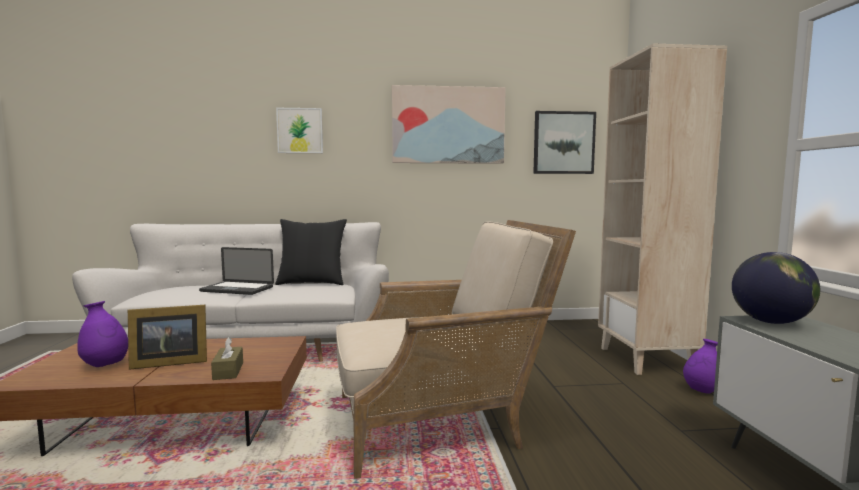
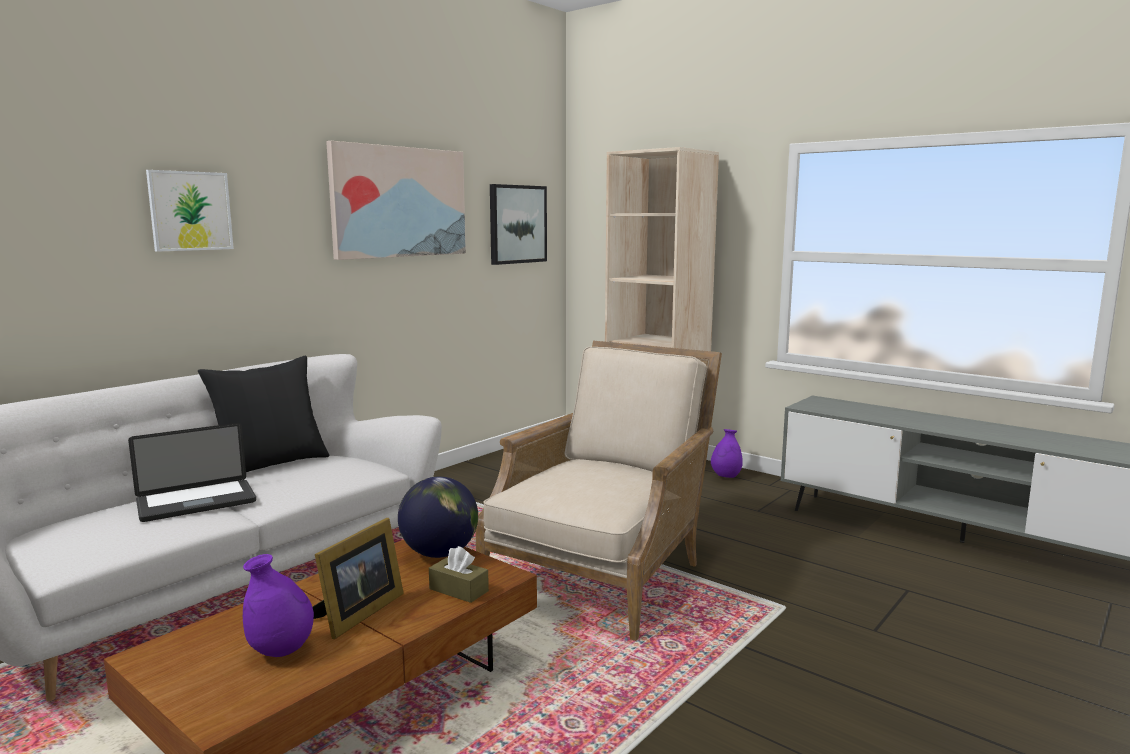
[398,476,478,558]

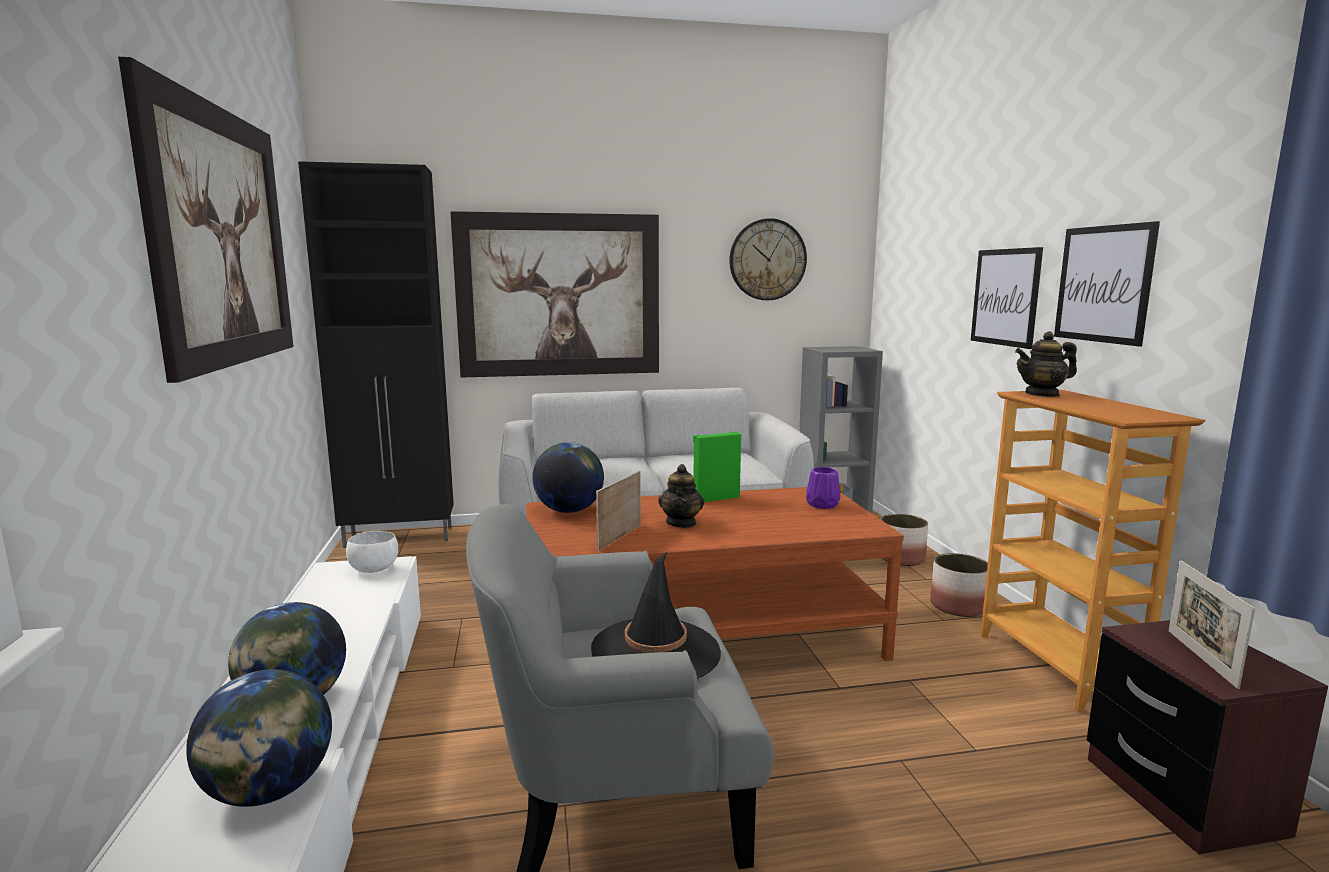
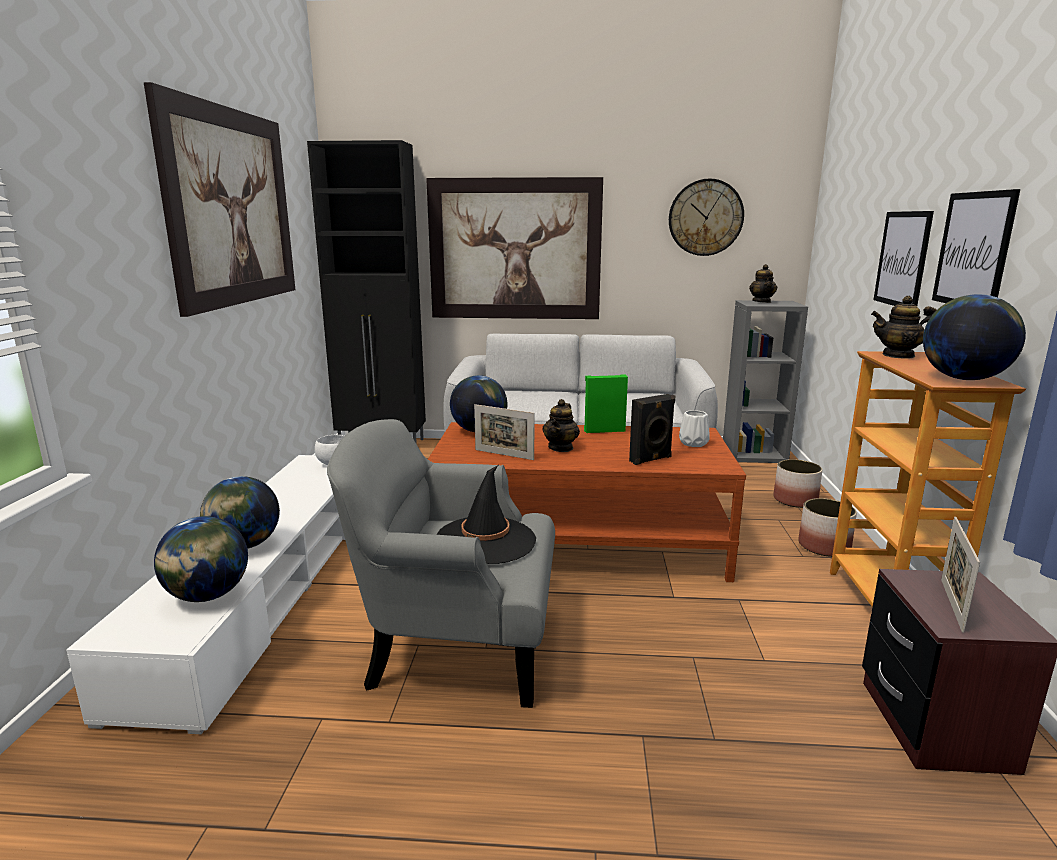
[629,394,675,465]
[749,264,777,303]
[923,294,1026,380]
[679,410,710,447]
[474,404,534,460]

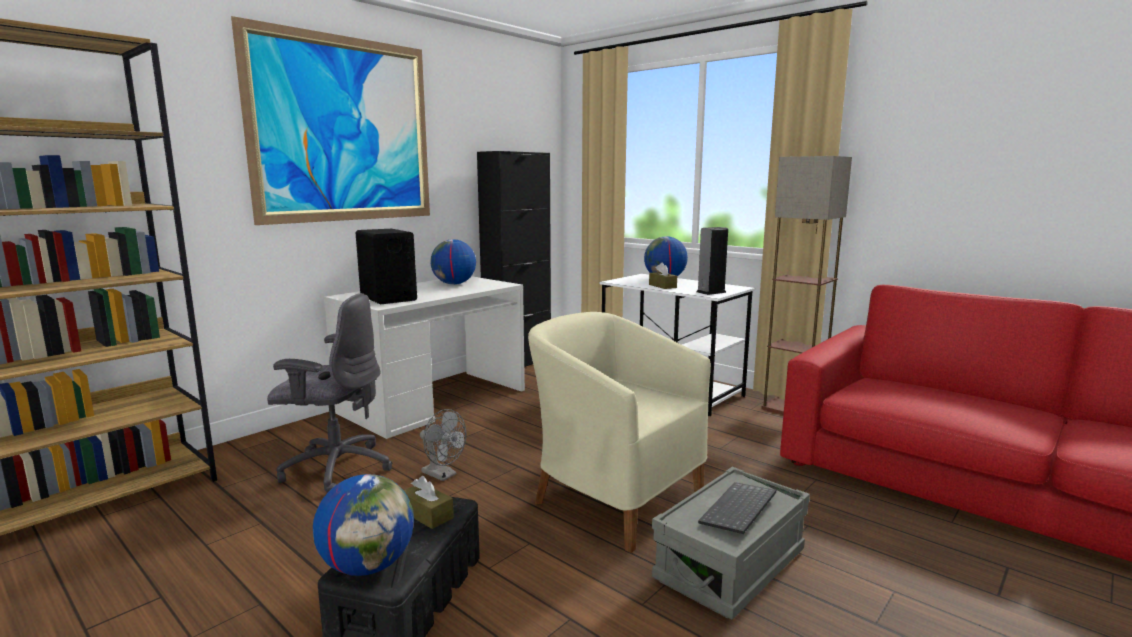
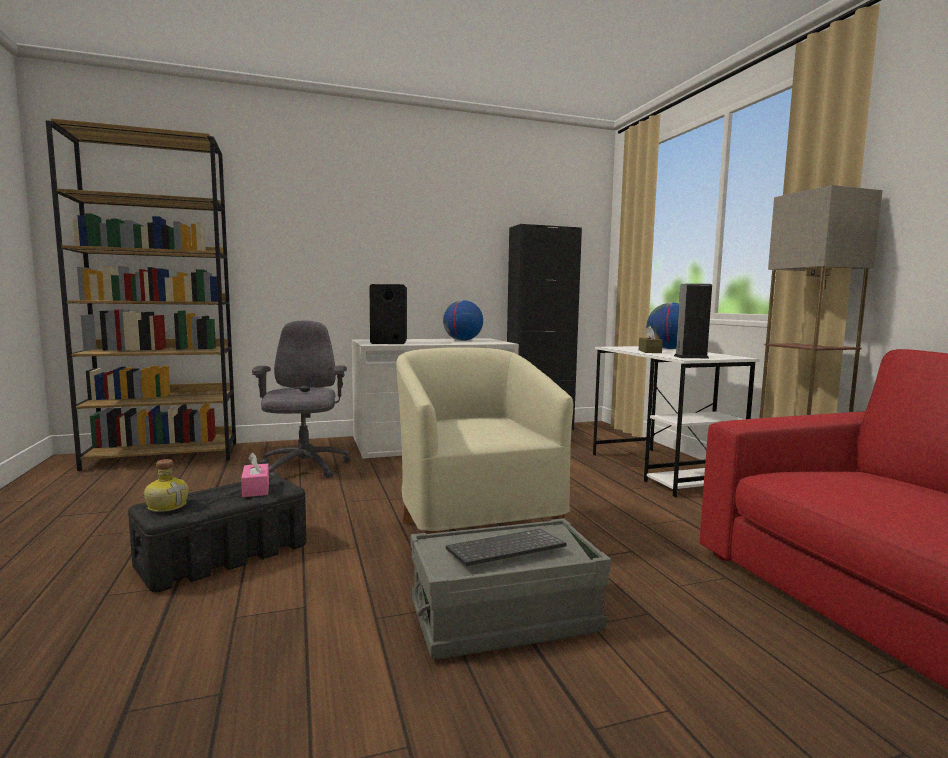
[231,16,430,225] (first image)
[420,409,466,481] (first image)
[144,459,188,512]
[241,452,269,497]
[252,321,350,478]

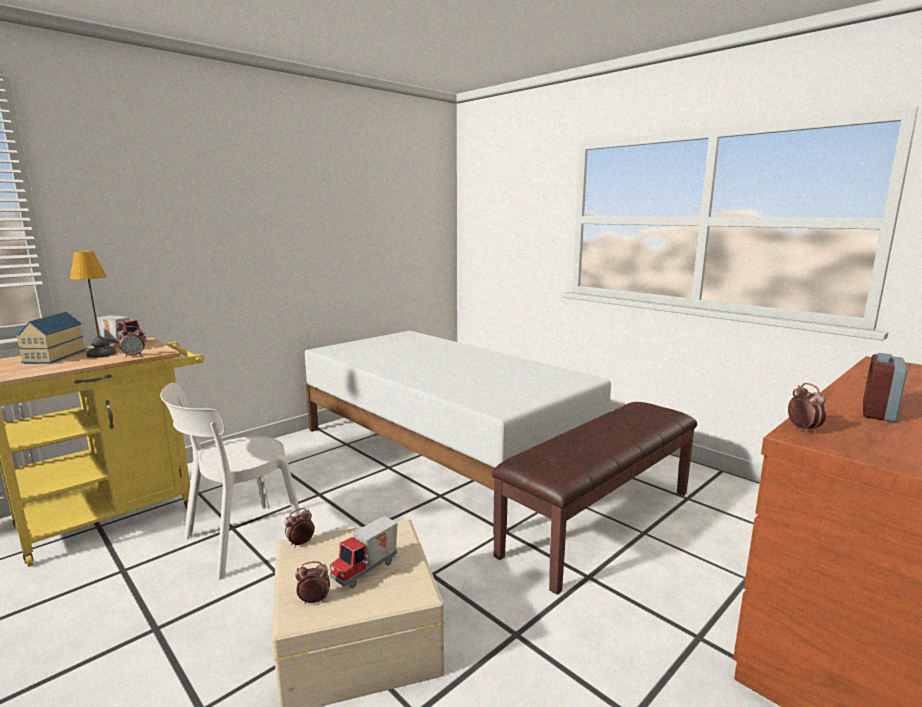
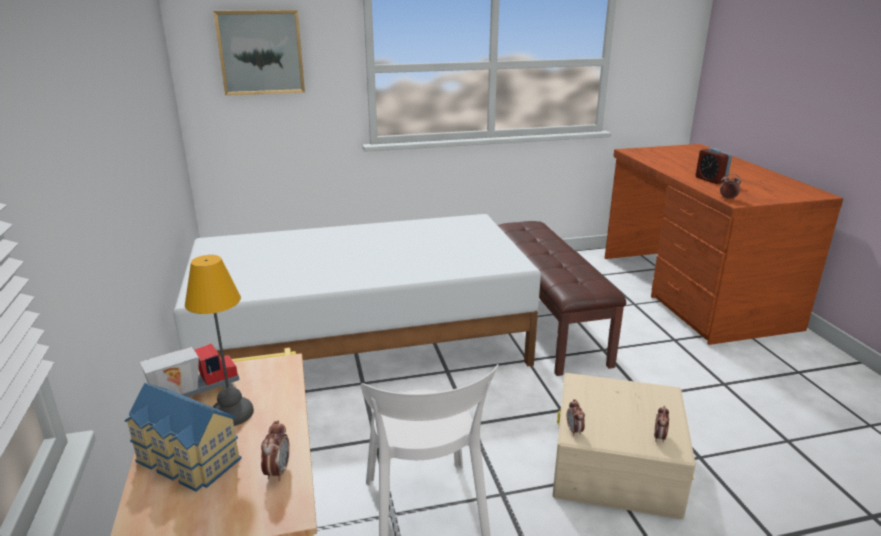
[330,516,398,589] (first image)
[214,10,305,96]
[261,421,290,481]

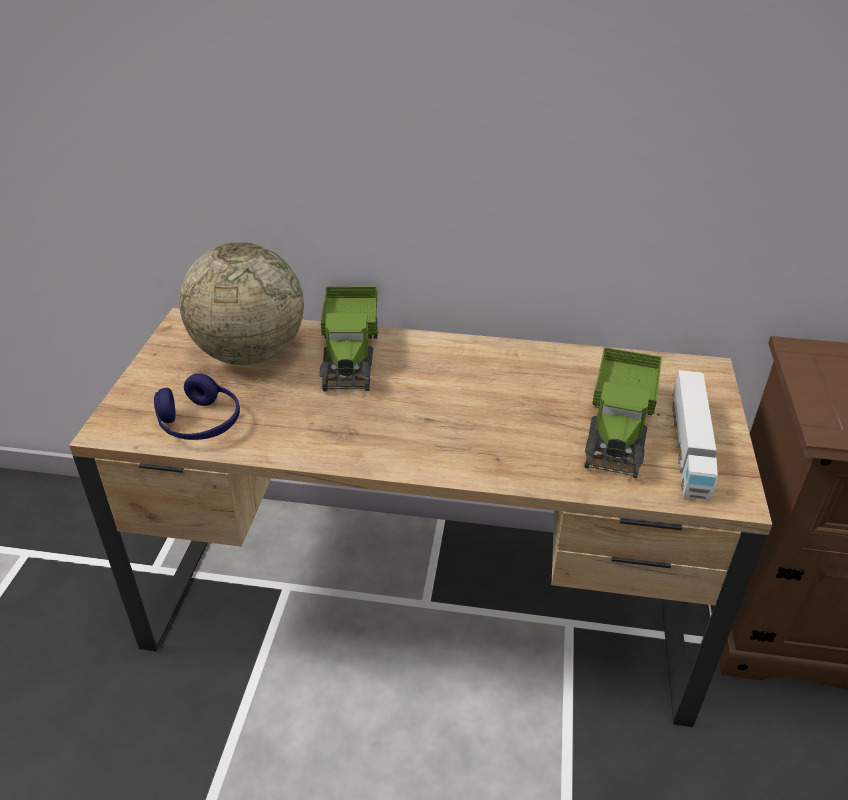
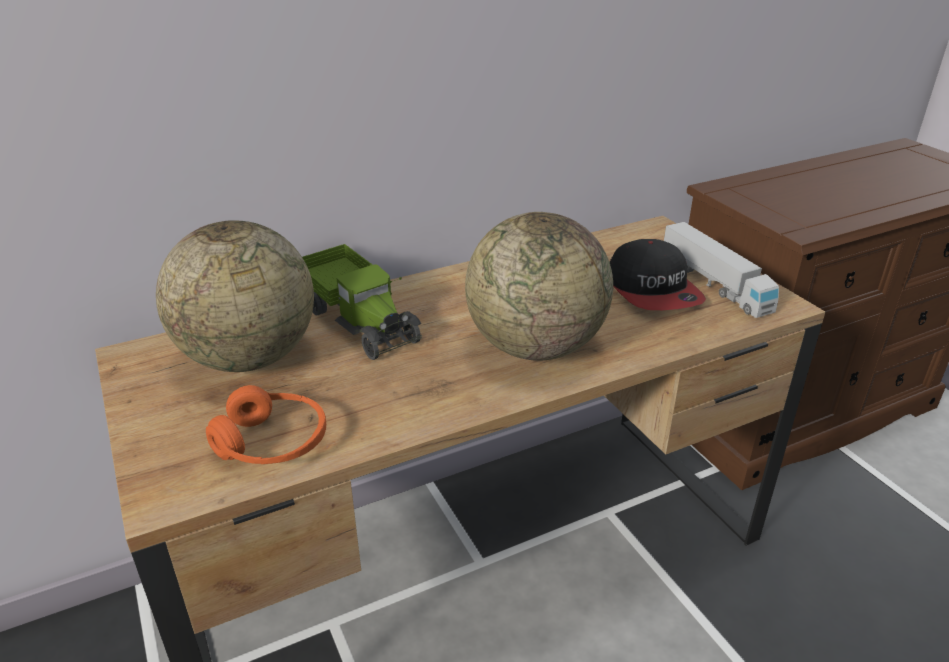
[465,212,613,361]
[610,239,706,310]
[206,385,326,464]

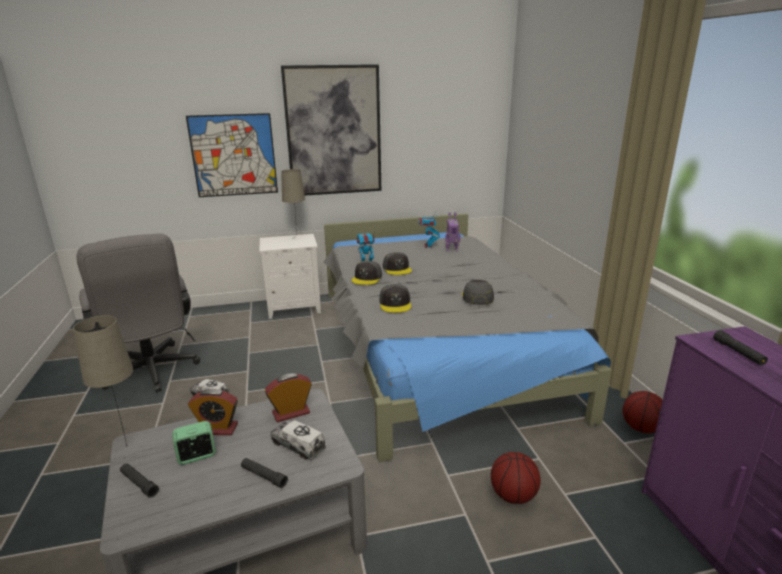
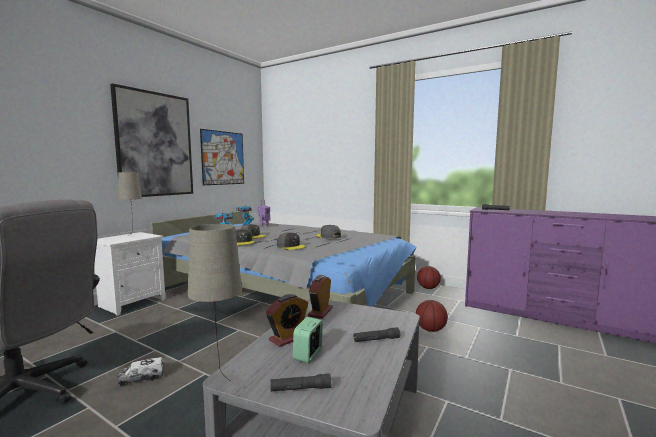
[271,420,326,460] (first image)
[200,129,244,185]

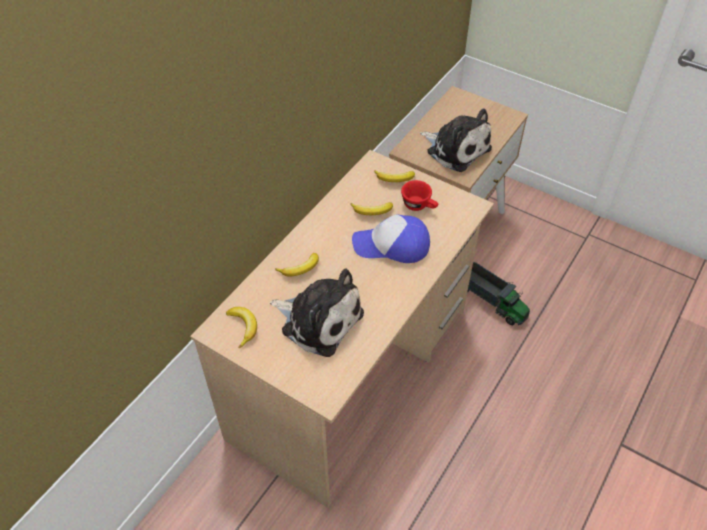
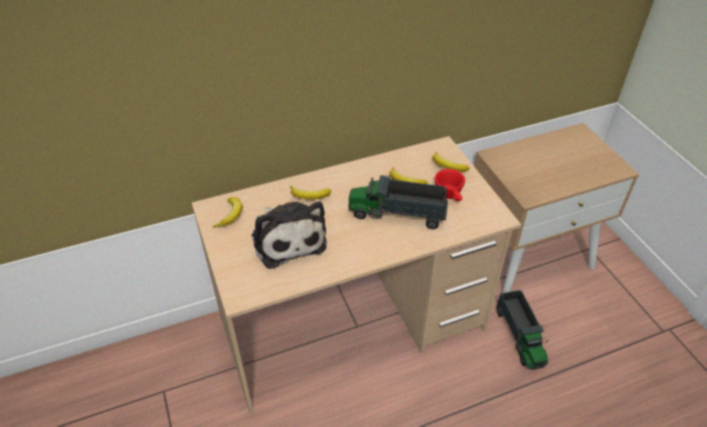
[420,109,492,172] (first image)
[348,175,448,229]

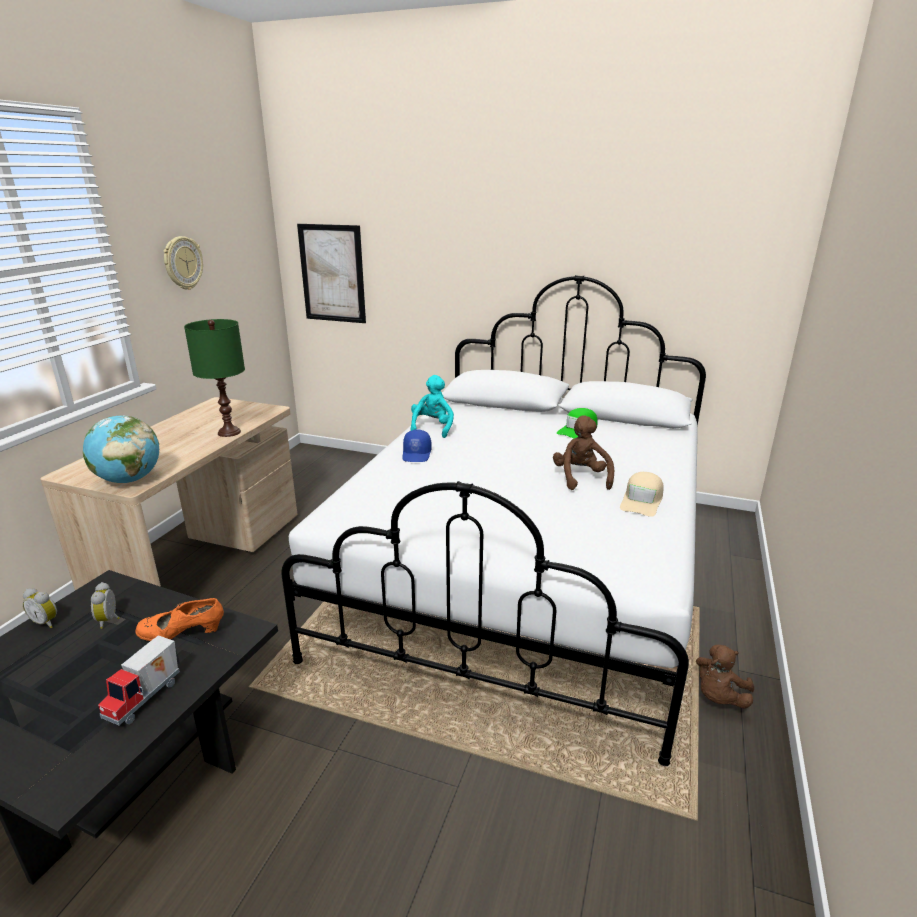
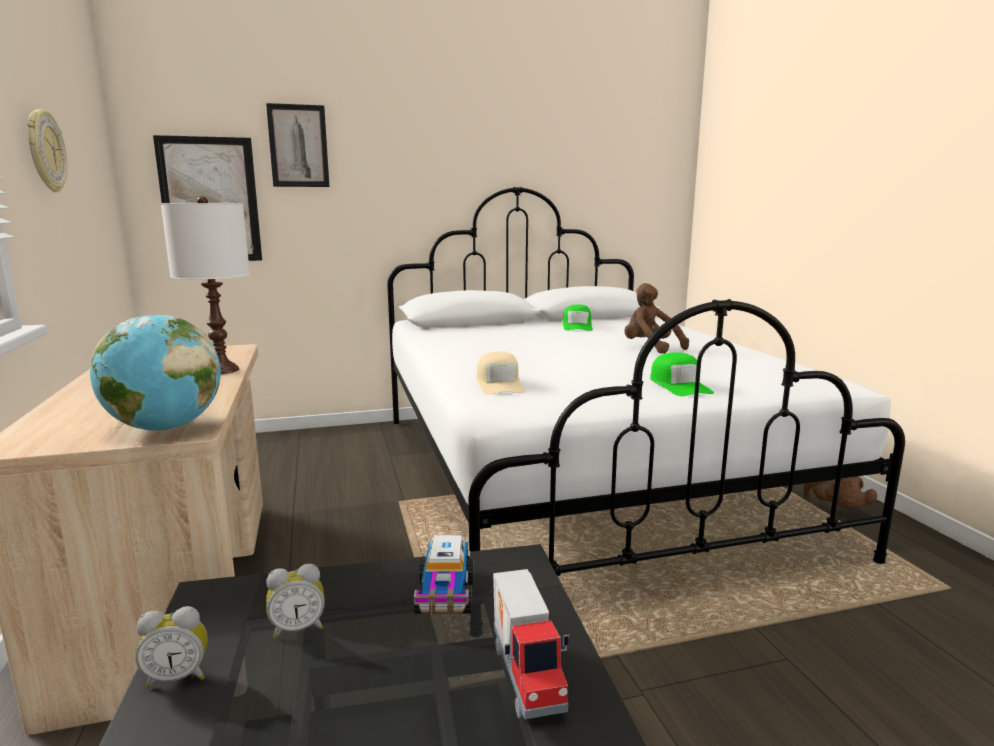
[402,429,432,462] (first image)
[410,375,454,438] (first image)
[266,103,330,187]
[650,352,714,396]
[476,351,525,395]
[414,535,474,617]
[161,196,250,374]
[266,564,325,638]

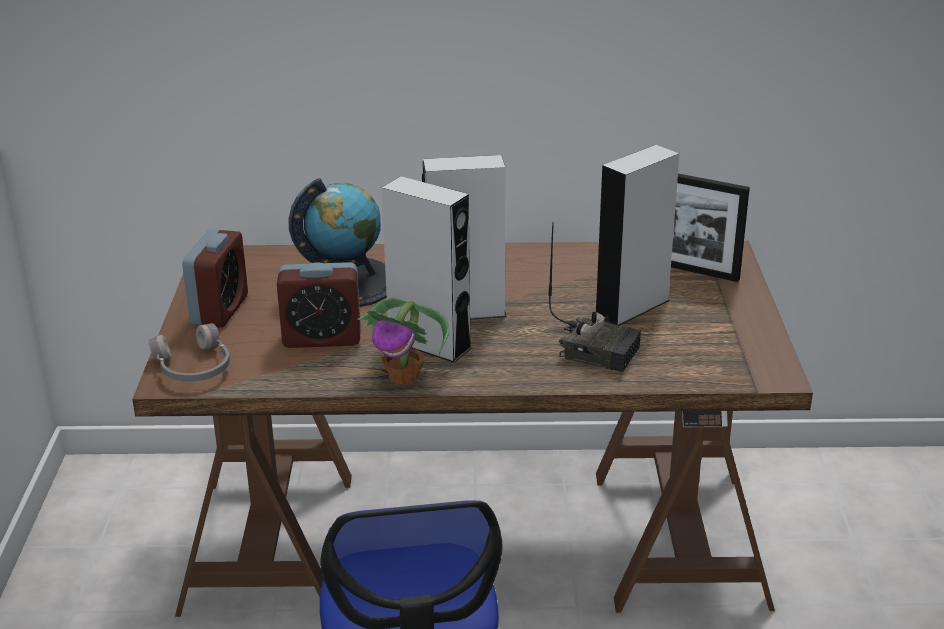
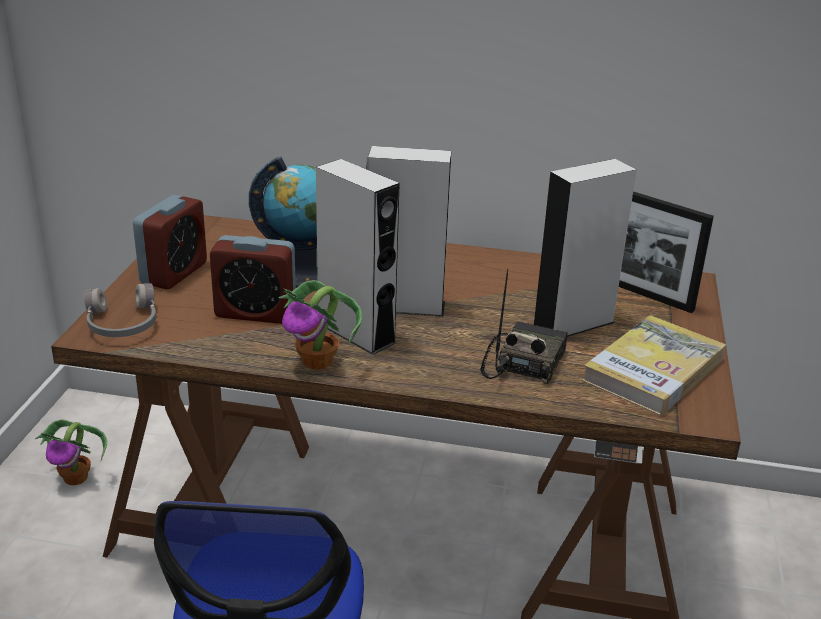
[35,419,107,485]
[582,315,726,416]
[481,268,568,384]

